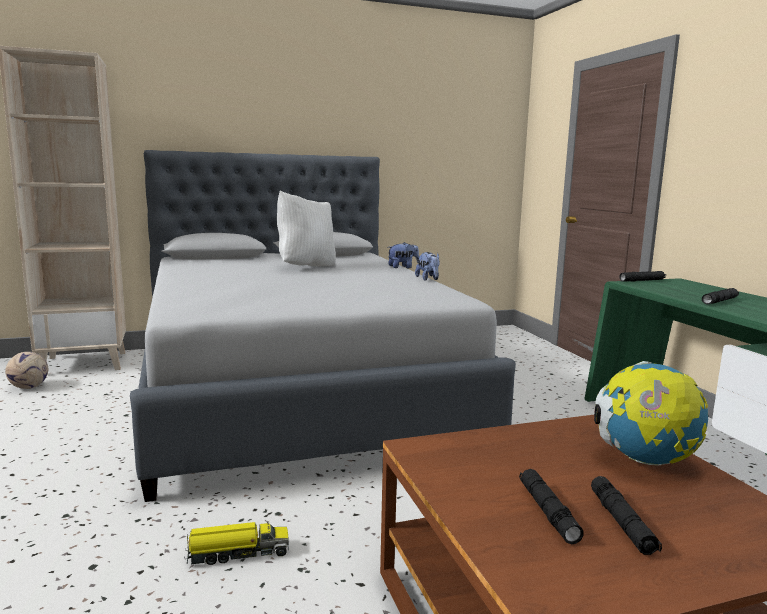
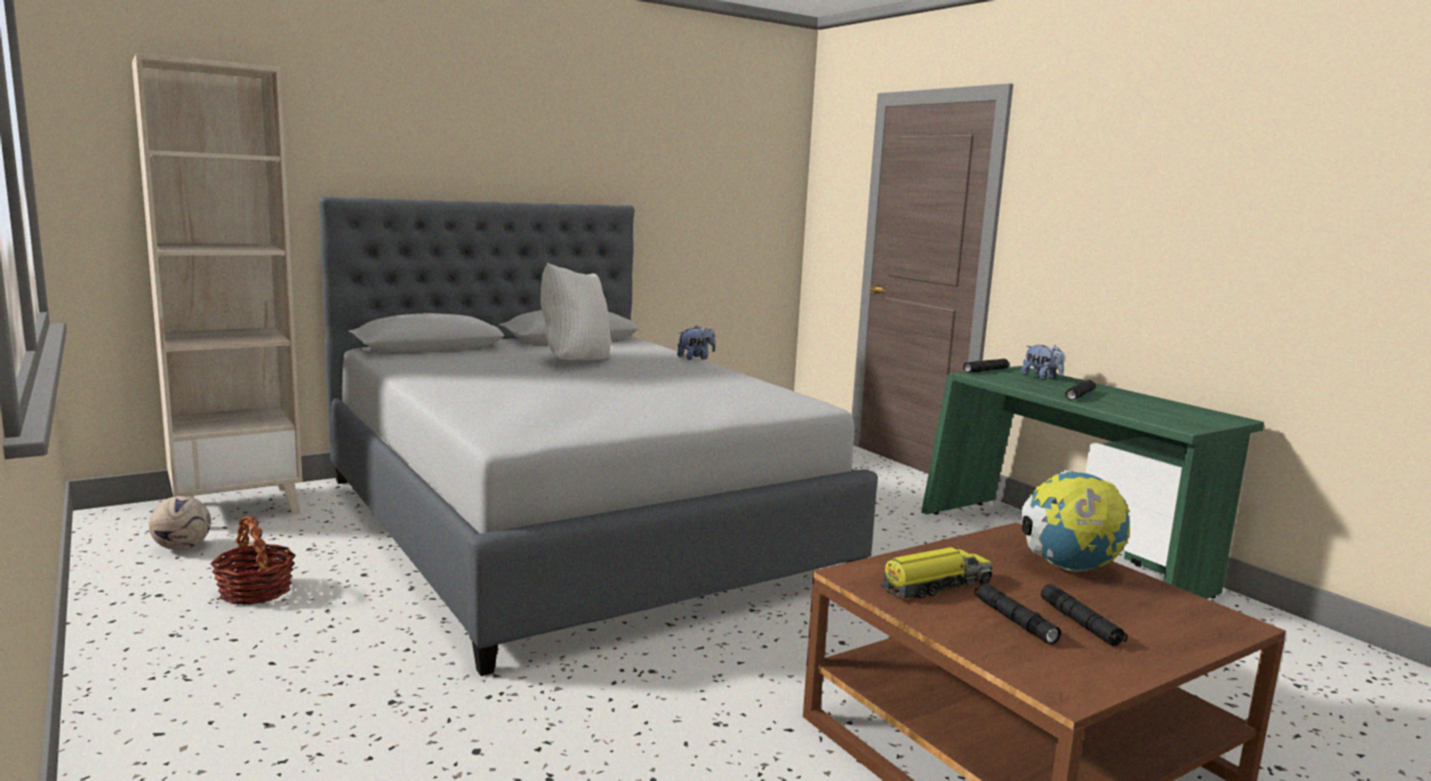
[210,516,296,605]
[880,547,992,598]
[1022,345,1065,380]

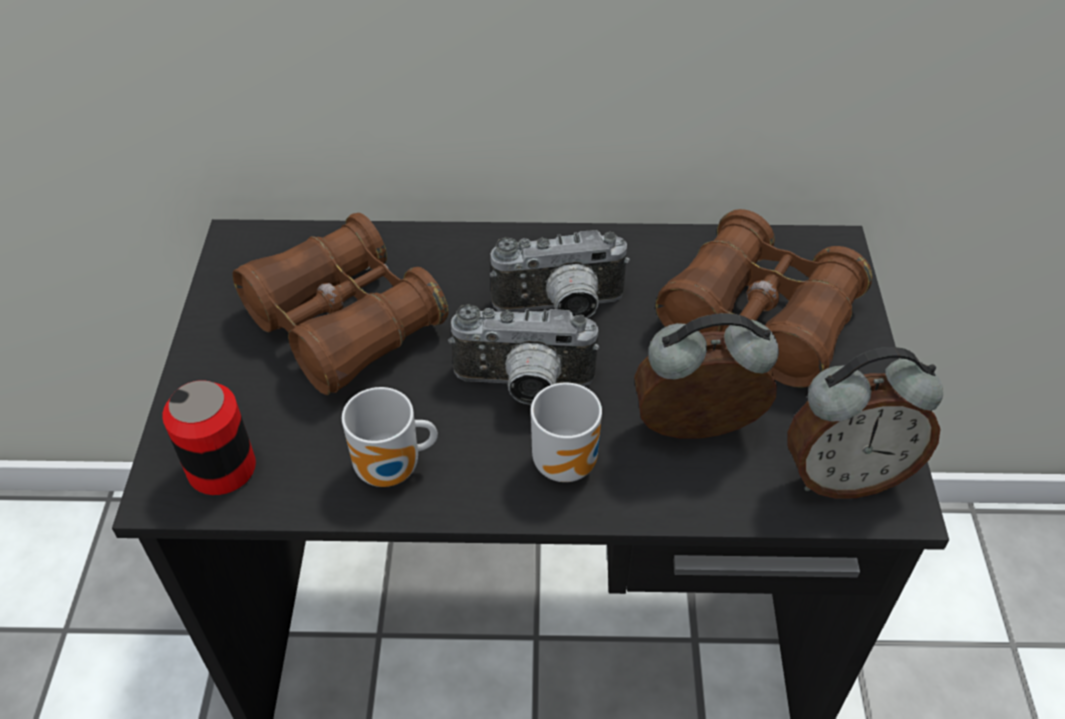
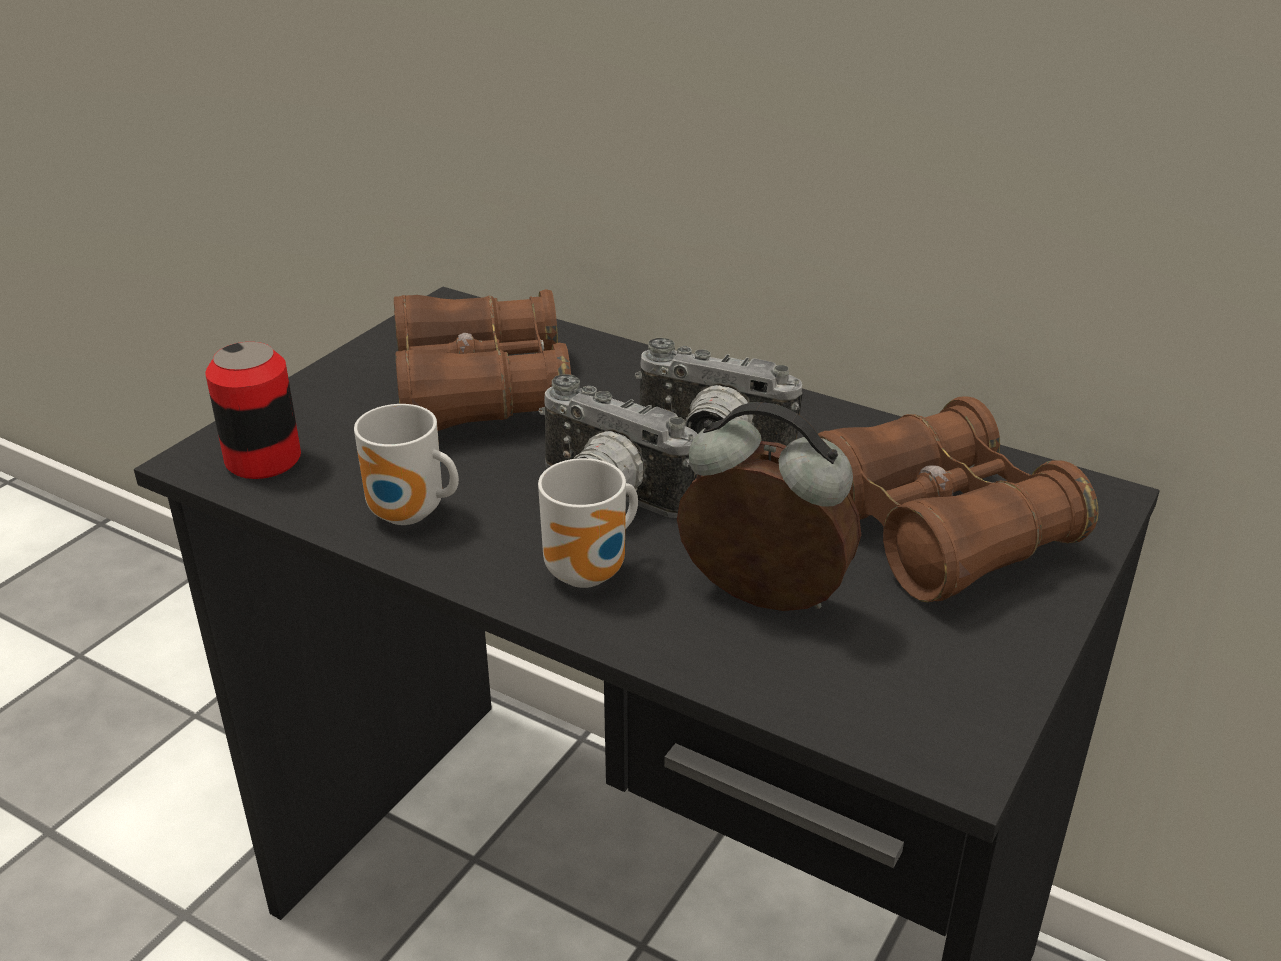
[787,347,943,499] (first image)

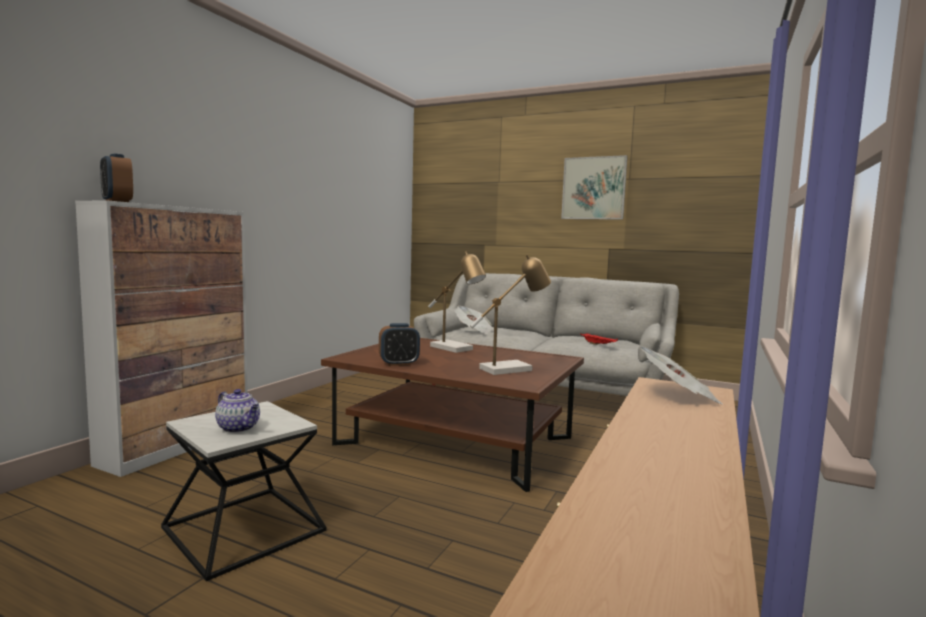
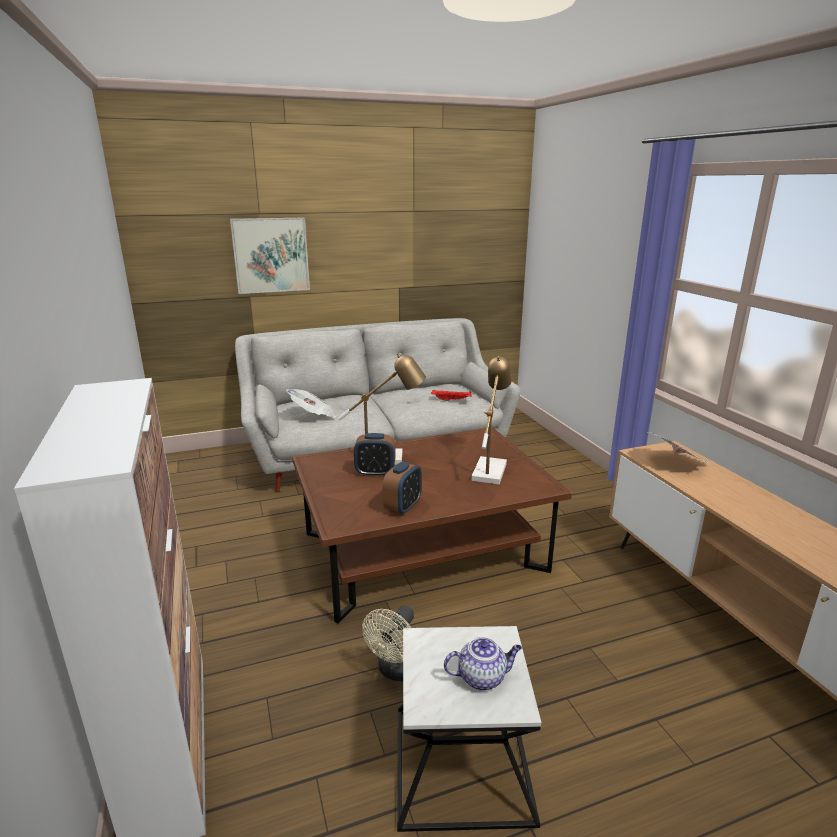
[362,605,414,682]
[354,433,396,477]
[230,217,310,294]

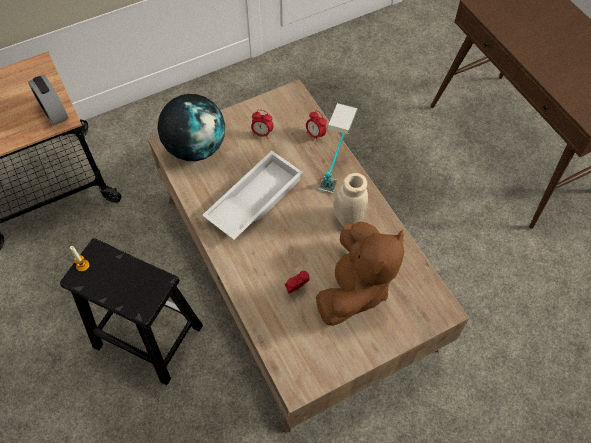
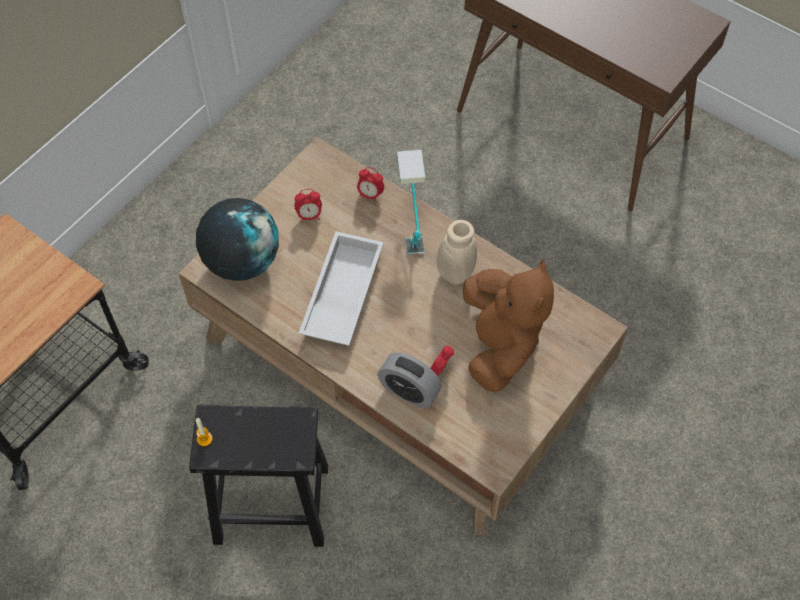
[378,352,442,408]

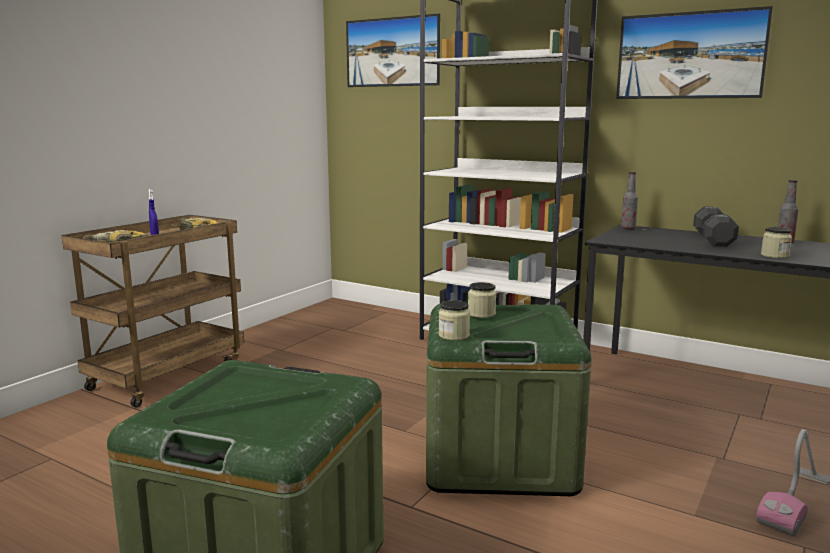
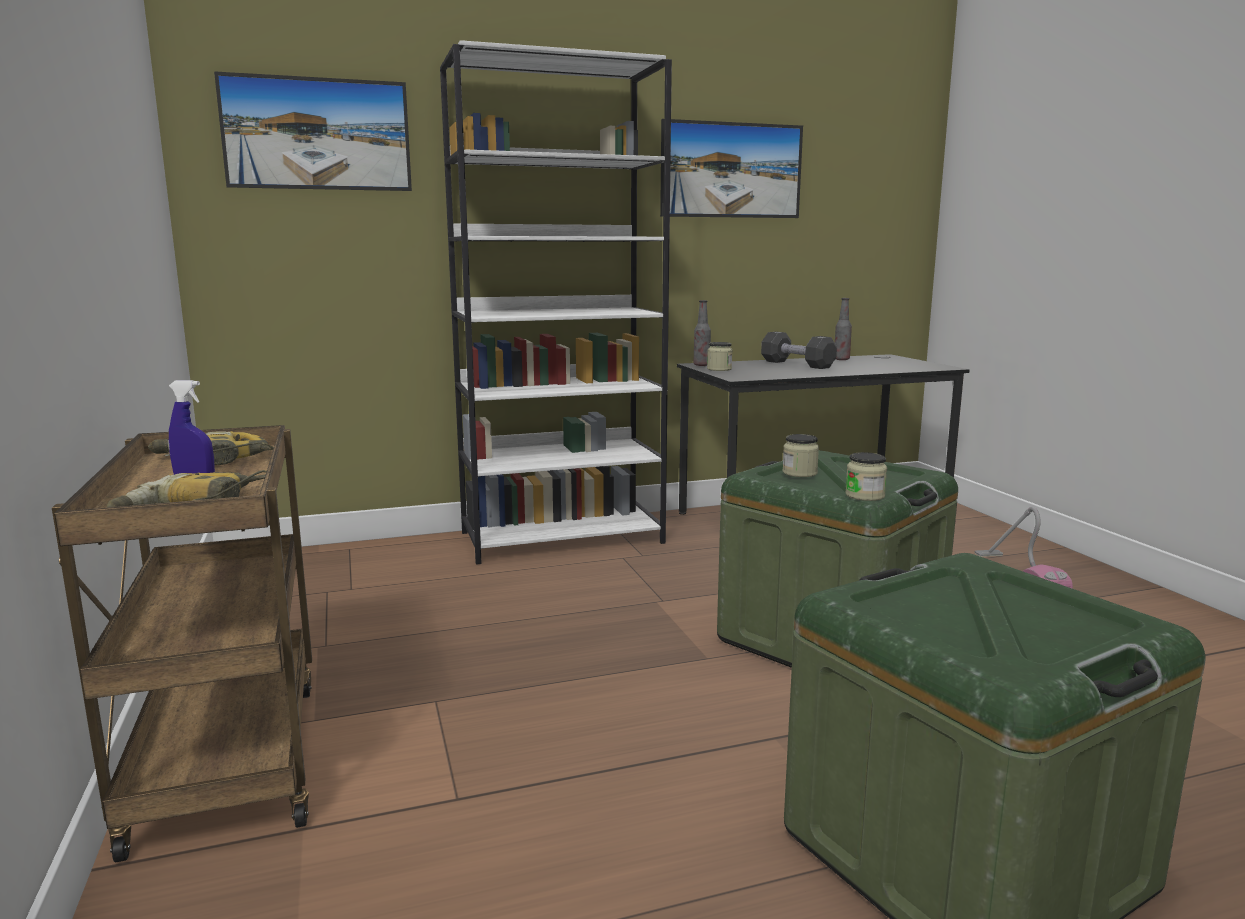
[707,342,732,371]

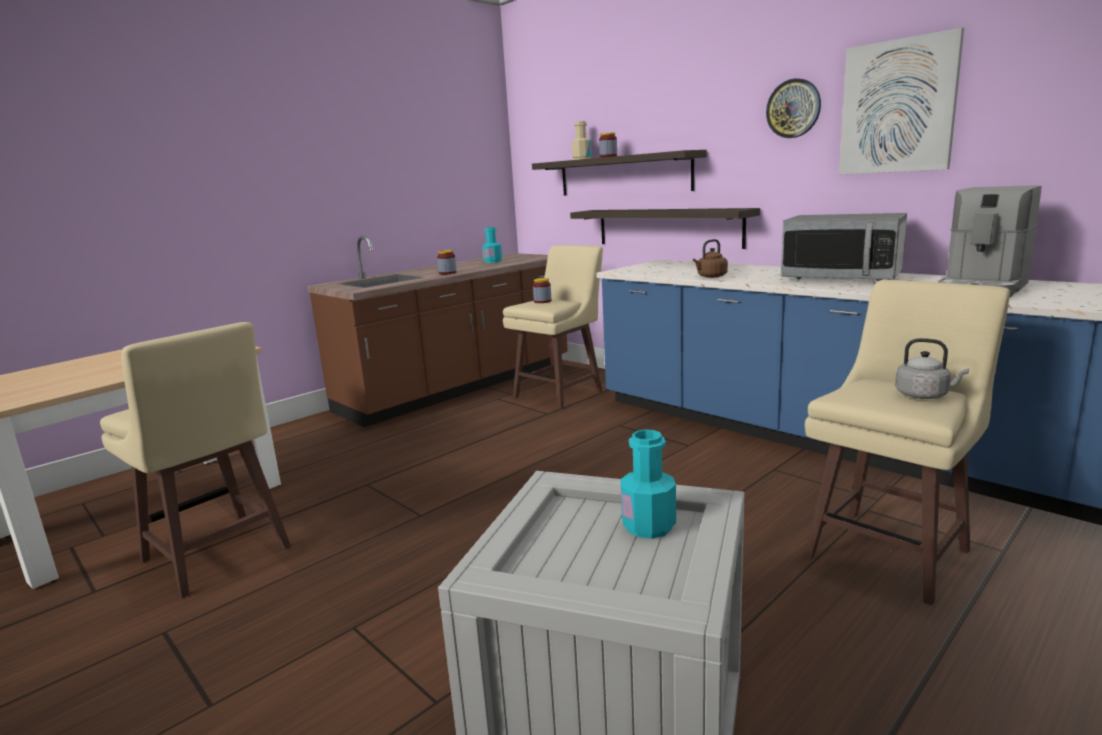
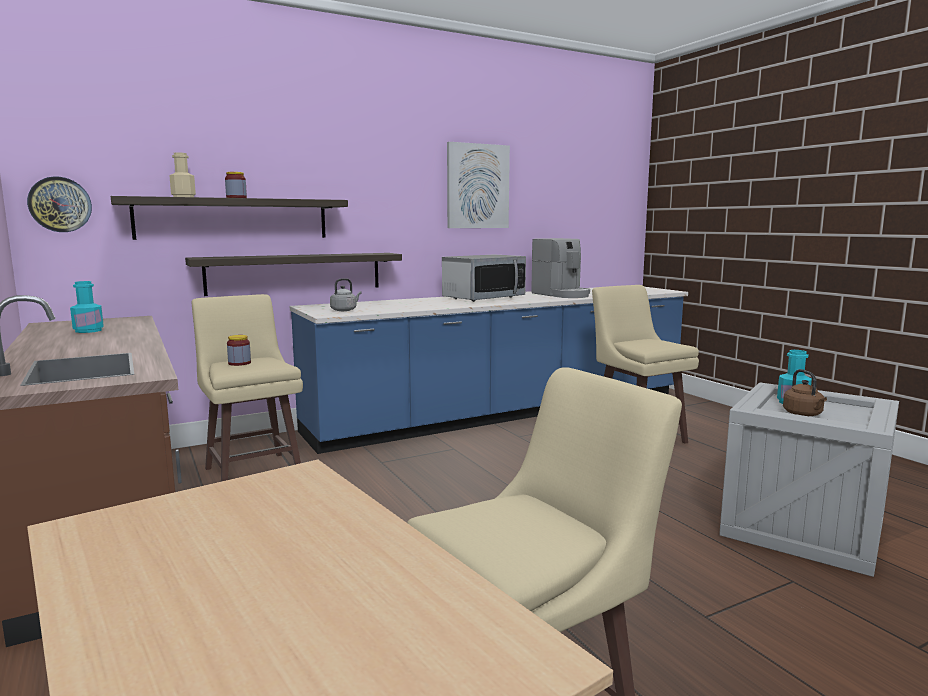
[437,250,456,275] (first image)
[783,369,827,416]
[27,176,92,232]
[330,278,362,311]

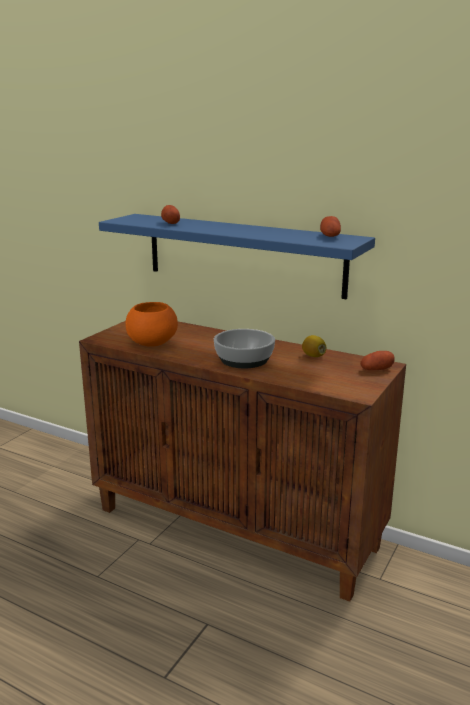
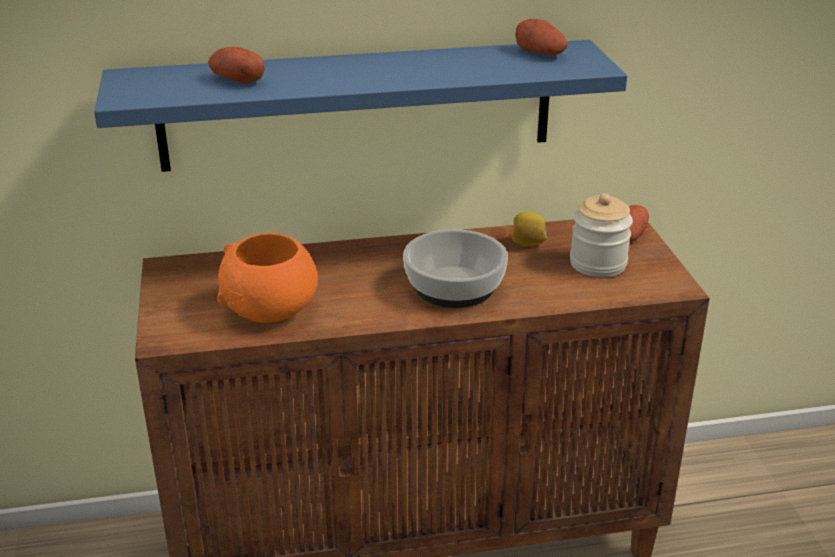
[570,193,633,277]

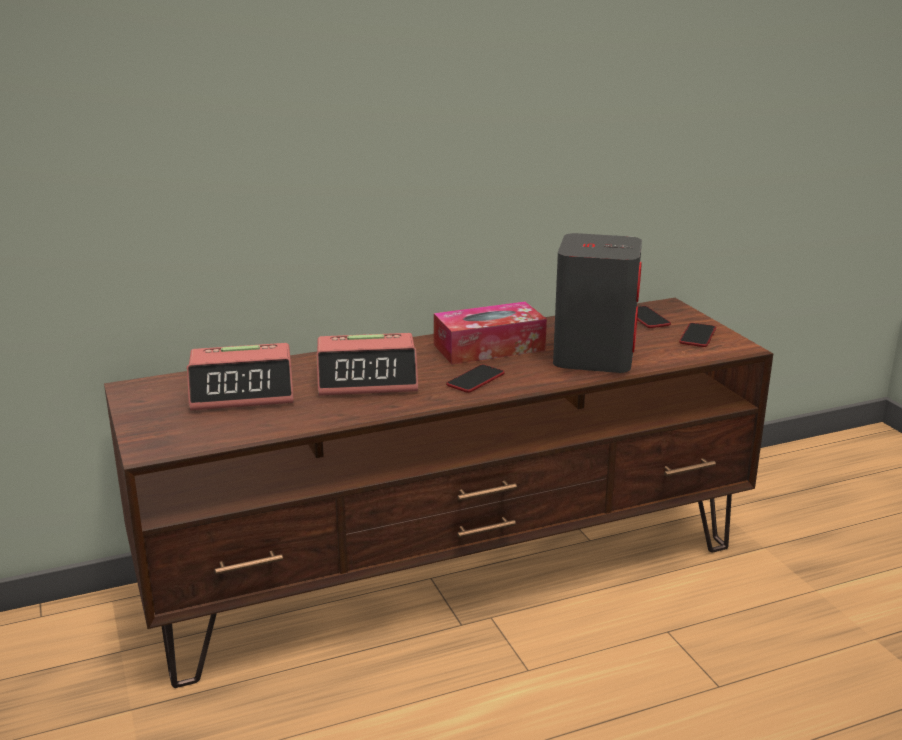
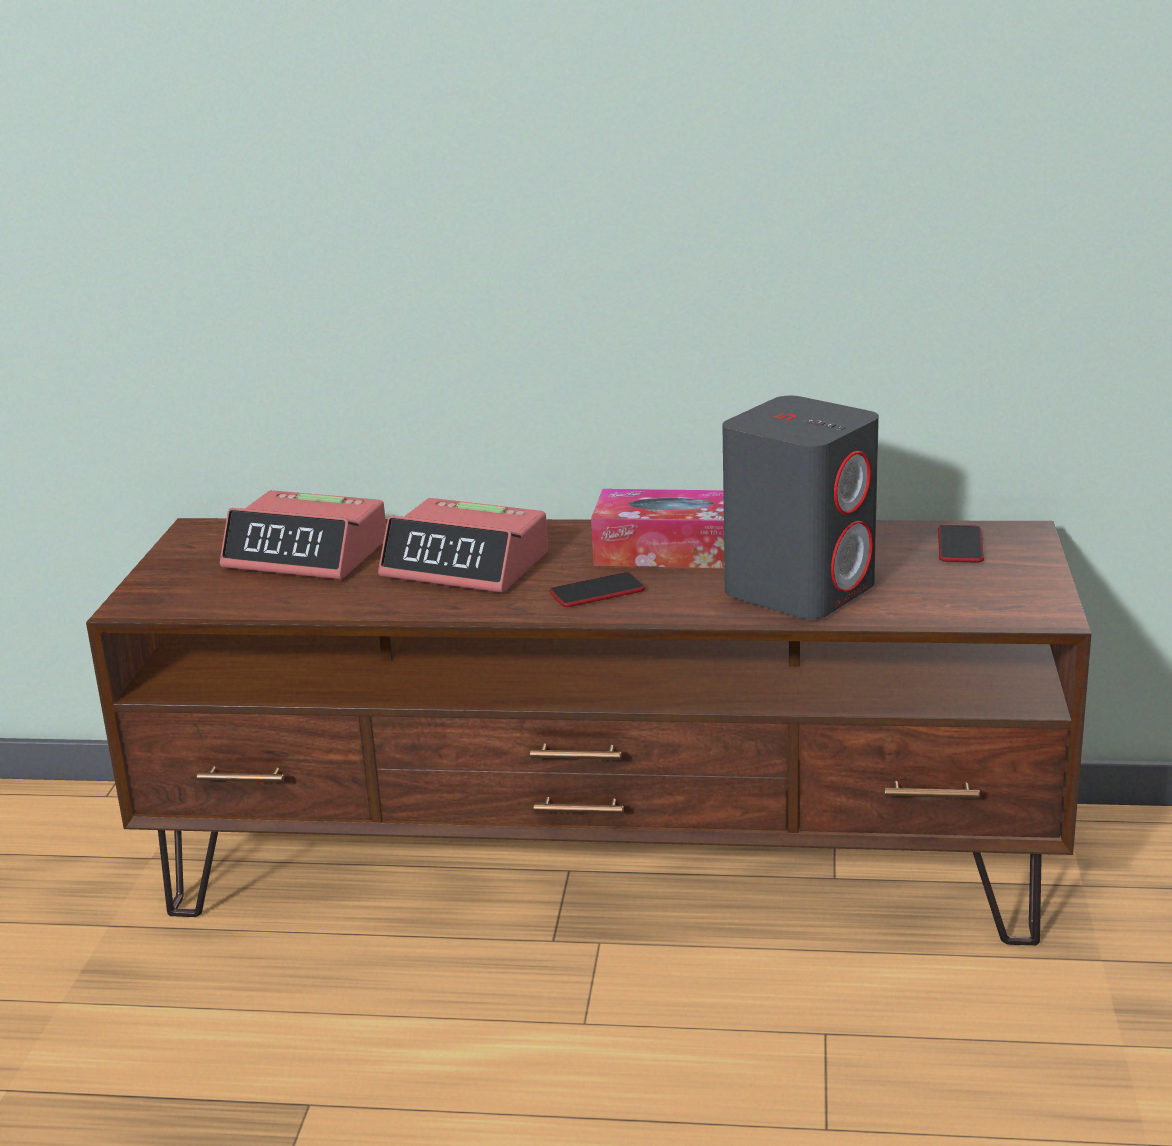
[679,323,716,347] (first image)

